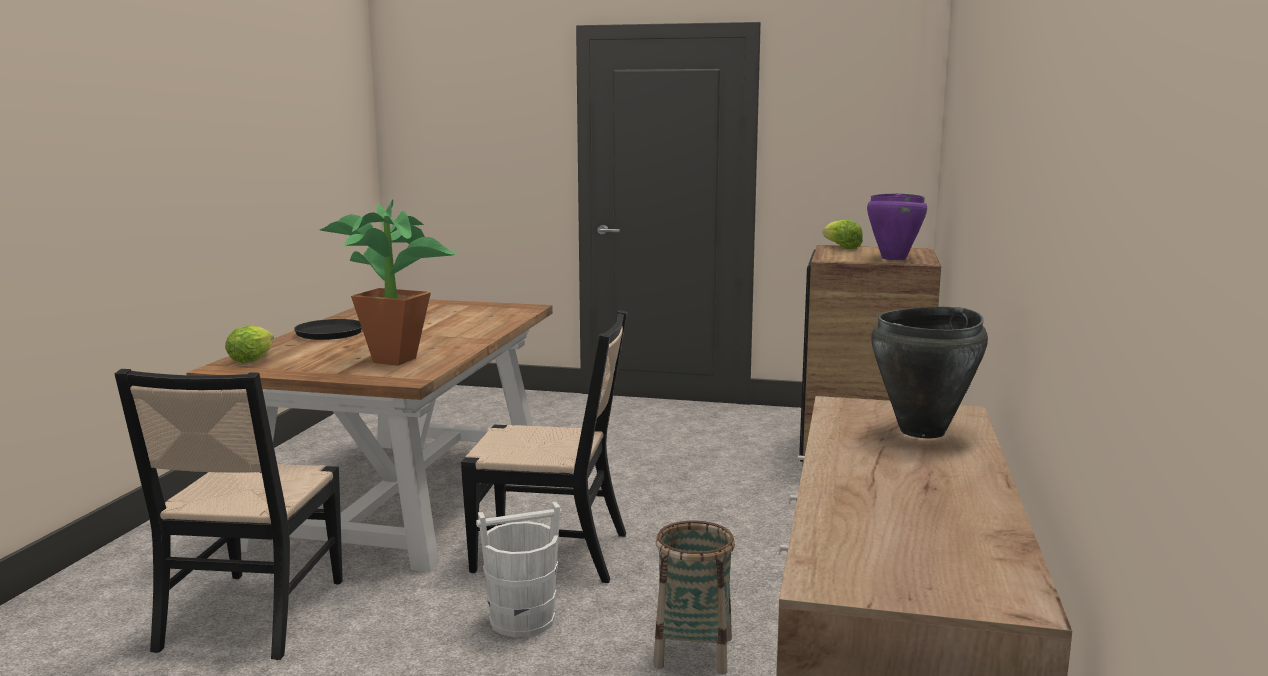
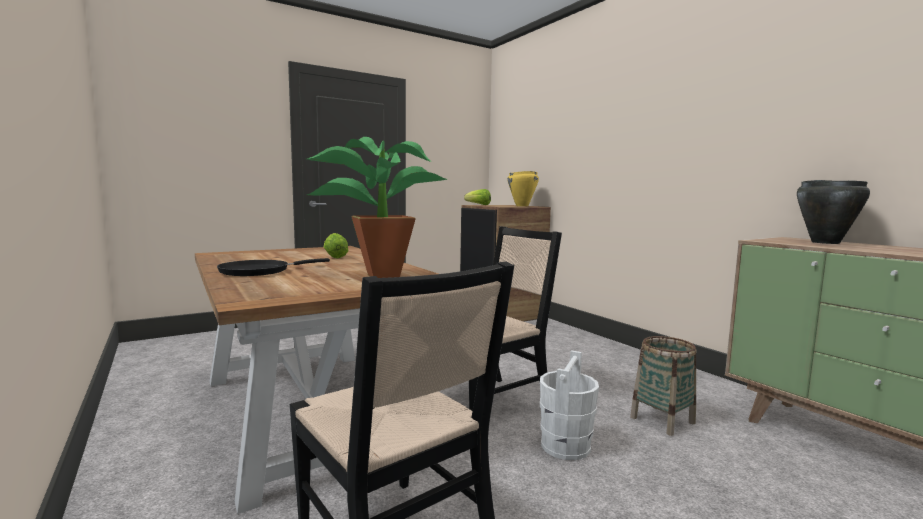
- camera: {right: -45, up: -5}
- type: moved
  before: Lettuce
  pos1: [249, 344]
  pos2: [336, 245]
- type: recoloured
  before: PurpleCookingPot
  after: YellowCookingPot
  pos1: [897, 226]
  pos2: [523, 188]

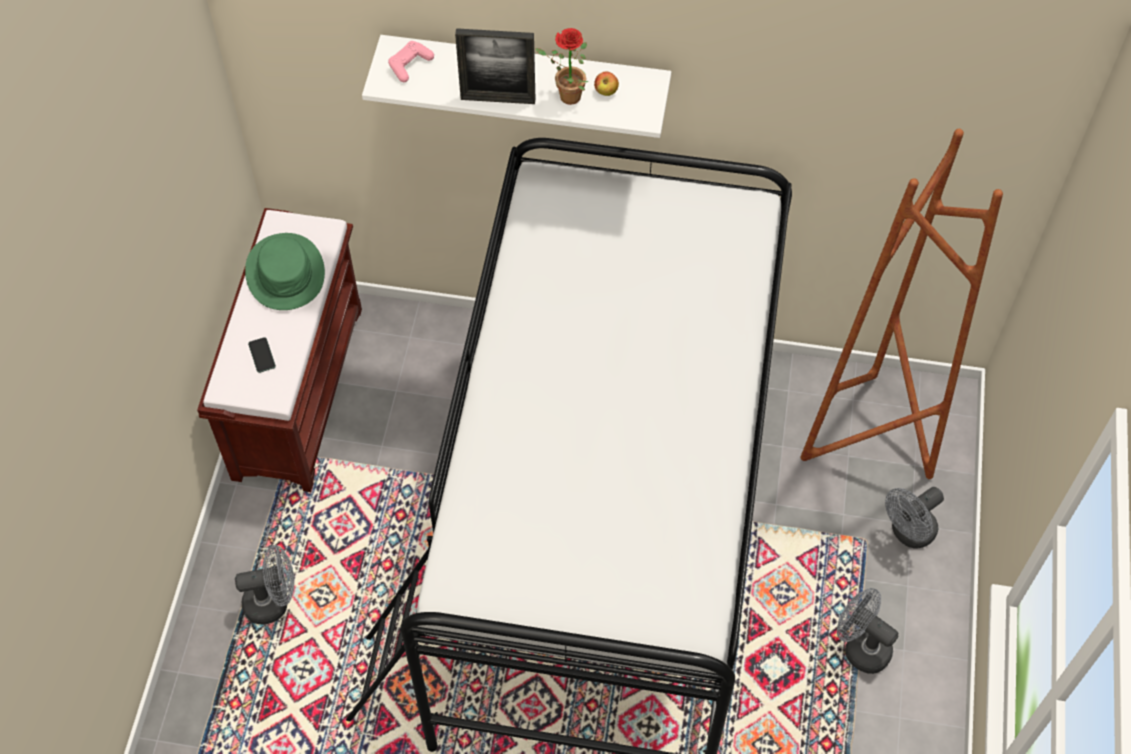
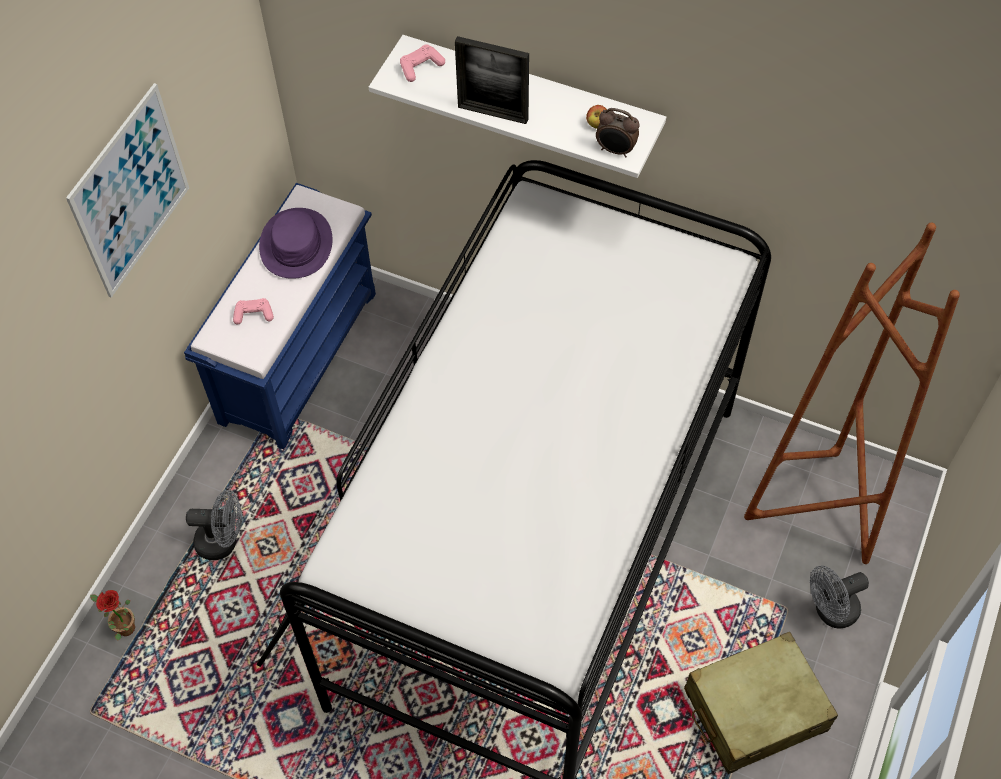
- camera: {right: 15, up: 0}
- type: recoloured
  before: BrownBench
  after: BlueBench
  pos1: [279, 350]
  pos2: [280, 316]
- type: recoloured
  before: GreenHat
  after: PurpleHat
  pos1: [285, 271]
  pos2: [296, 243]
- type: replaced
  before: Phone
  after: PinkGameController
  pos1: [262, 355]
  pos2: [253, 311]
- type: moved
  before: PottedPlant
  pos1: [562, 66]
  pos2: [112, 615]
- type: replaced
  before: GreyFan
  after: BeigeSuitcase
  pos1: [867, 631]
  pos2: [761, 703]
- type: added
  after: Picture
  pos2: [127, 190]
- type: added
  after: AlarmClock
  pos2: [617, 132]

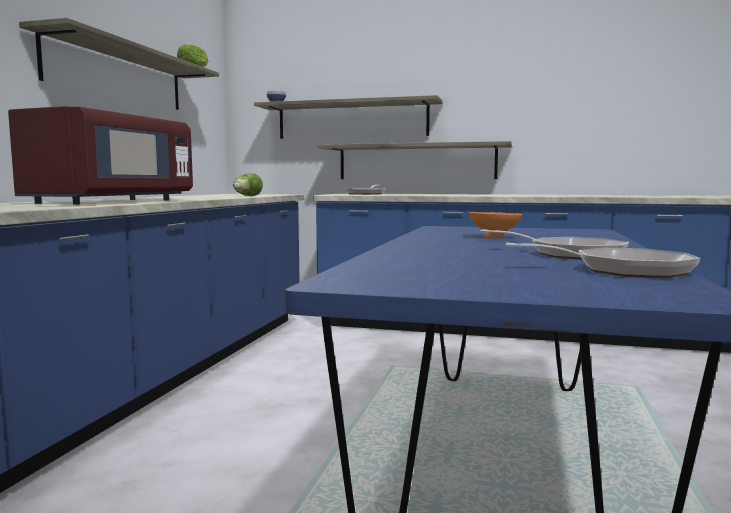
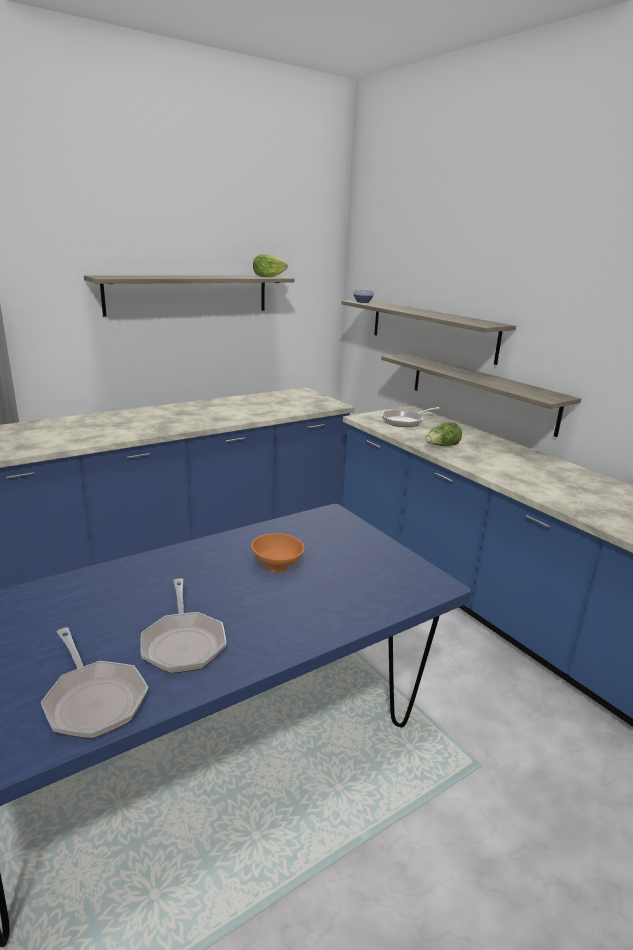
- camera: {right: 40, up: 15}
- type: removed
  before: RedMicrowave
  pos1: [100, 155]
- type: moved
  before: Lettuce
  pos1: [248, 184]
  pos2: [443, 434]

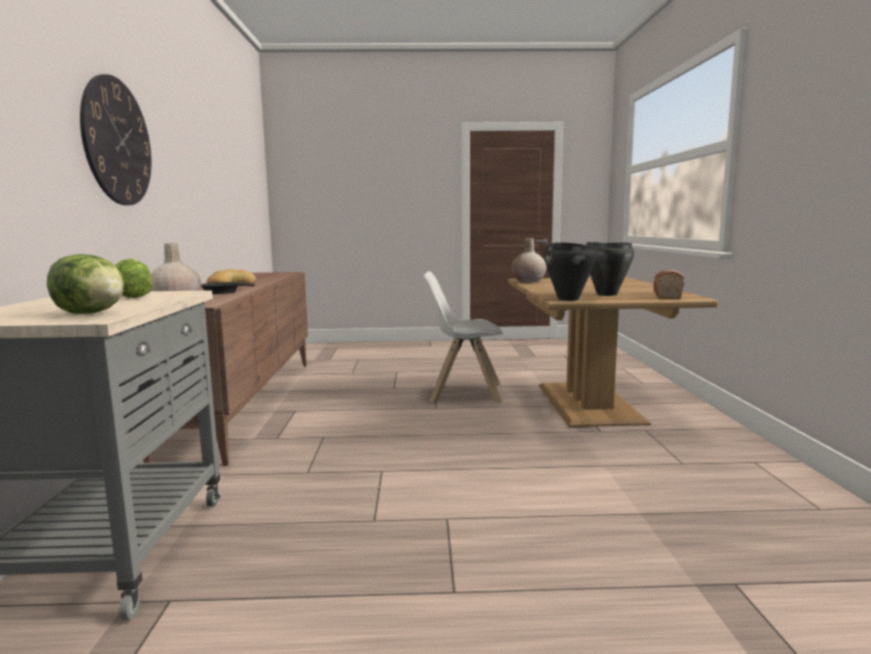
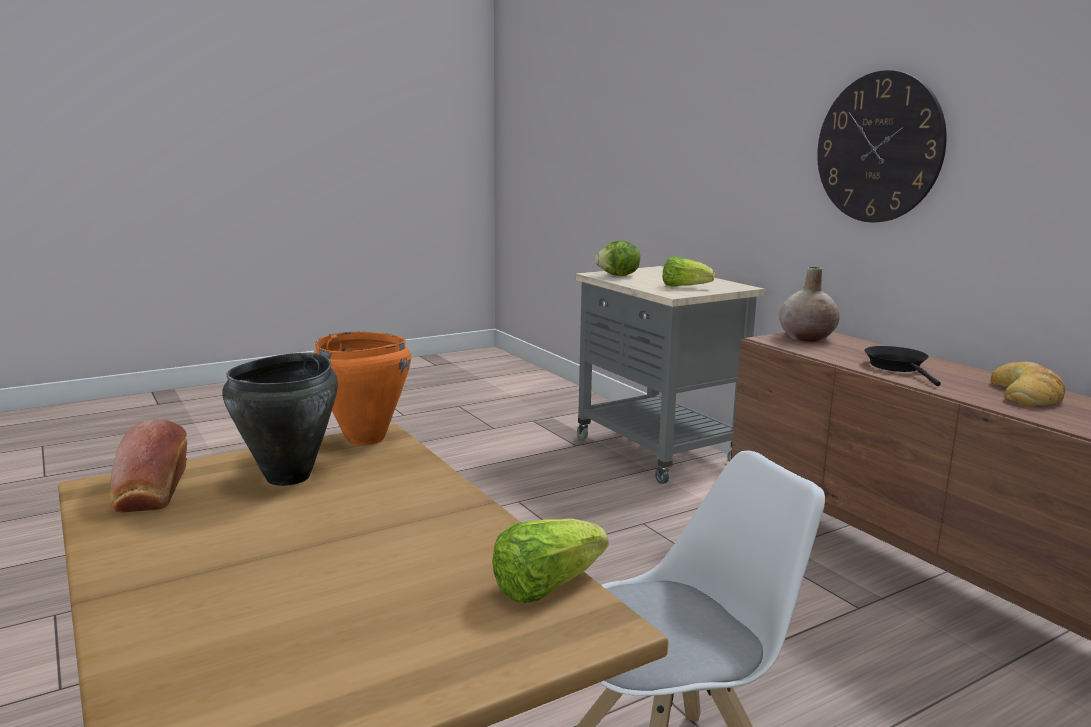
- camera: {right: 150, up: 5}
- type: replaced
  before: BeigeVase
  after: Lettuce
  pos1: [528, 260]
  pos2: [550, 560]
- type: recoloured
  before: BlackCookingPot
  after: OrangeCookingPot
  pos1: [570, 271]
  pos2: [362, 388]

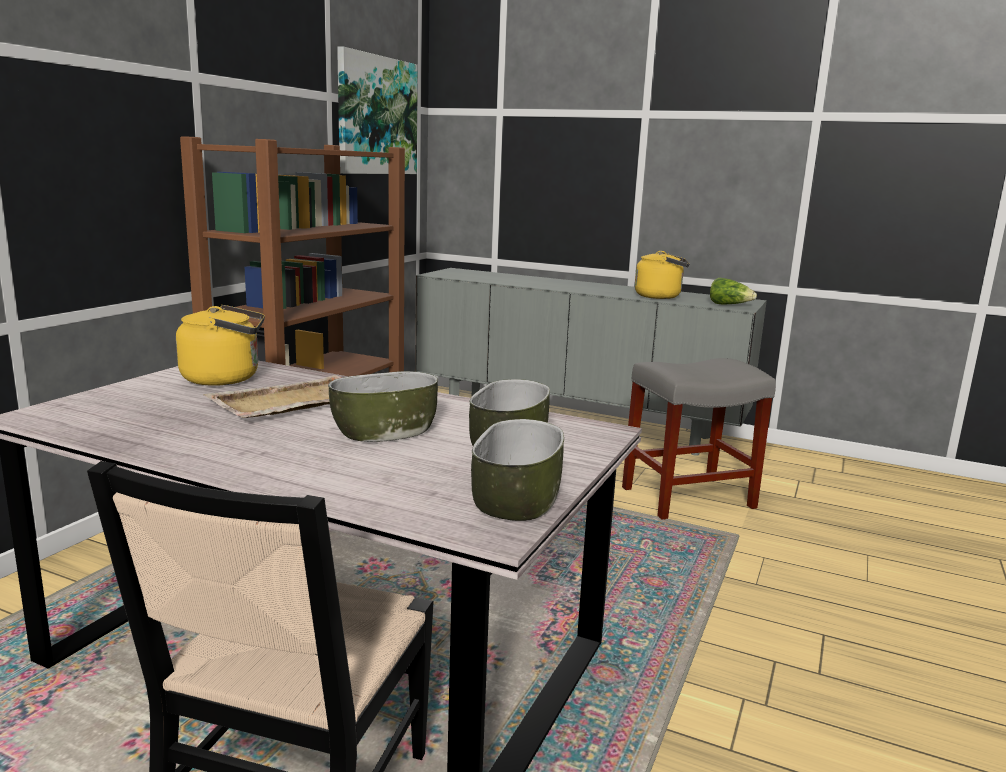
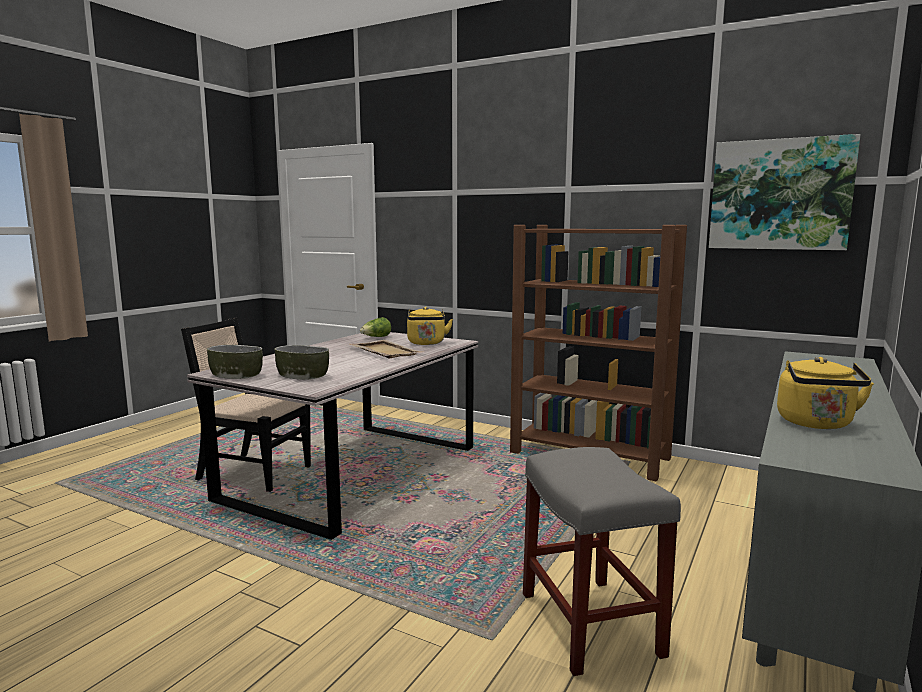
- camera: {right: 95, up: -5}
- type: removed
  before: Bowl
  pos1: [383, 406]
- type: moved
  before: Lettuce
  pos1: [733, 291]
  pos2: [375, 327]

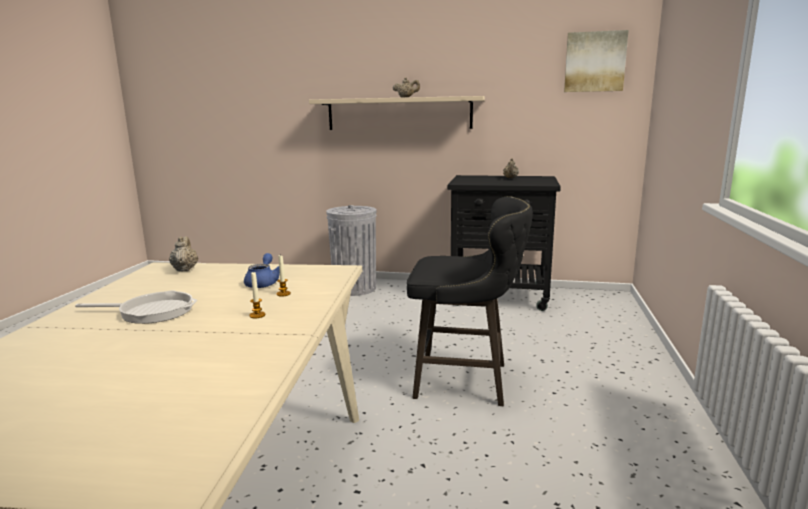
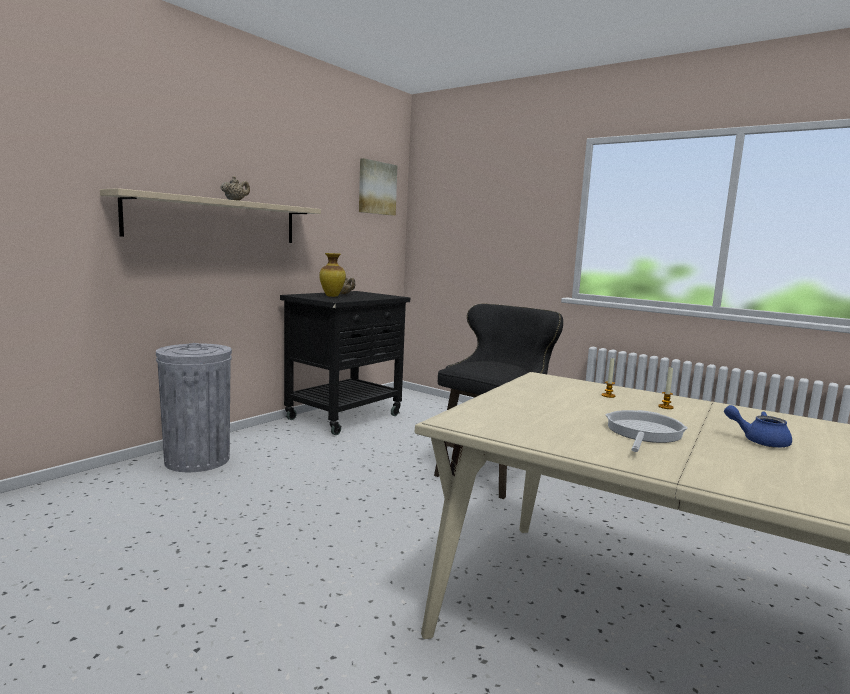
- camera: {right: -65, up: -5}
- type: removed
  before: BeigeTeapot
  pos1: [183, 254]
- type: moved
  before: BlueTeapot
  pos1: [262, 270]
  pos2: [758, 426]
- type: added
  after: Vase
  pos2: [332, 275]

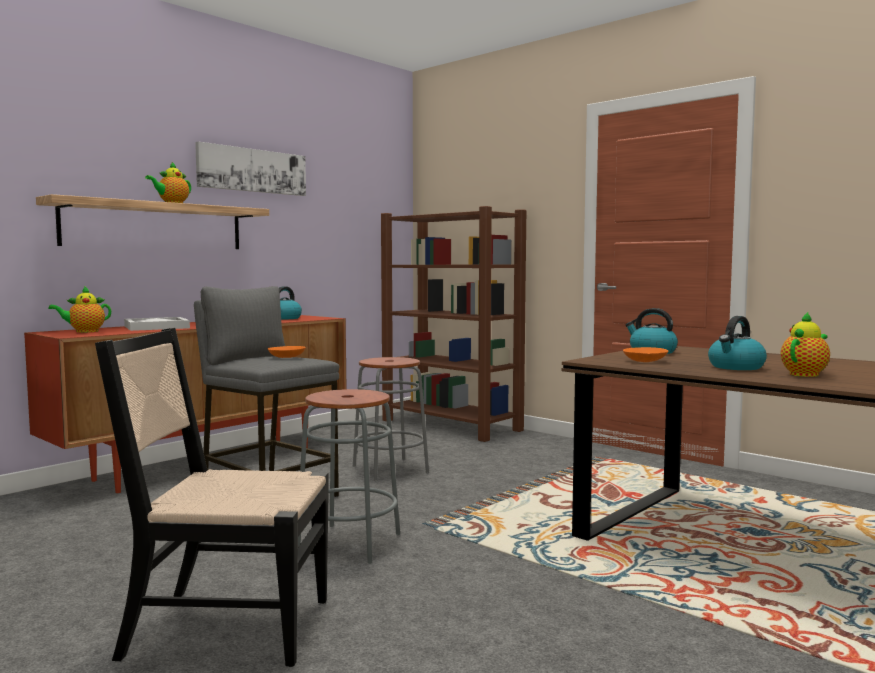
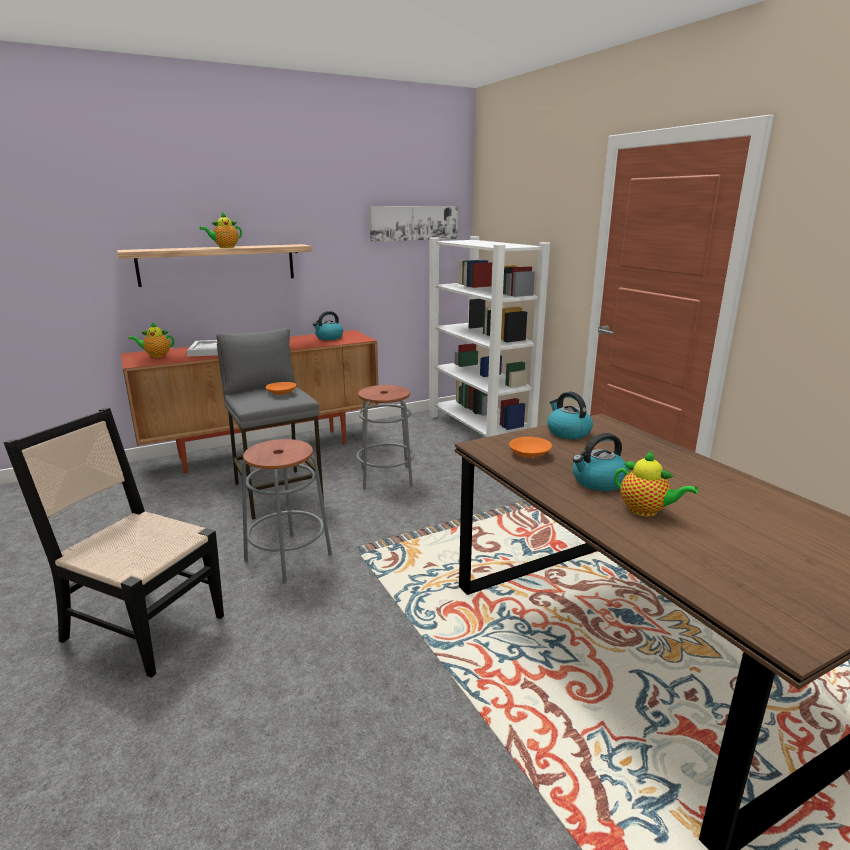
- camera: {right: 20, up: 15}
- type: moved
  before: Picture
  pos1: [250, 168]
  pos2: [413, 224]
- type: recoloured
  before: BrownBookcase
  after: WhiteBookcase
  pos1: [453, 324]
  pos2: [489, 336]
- type: turned
  before: Teapot
  pos1: [805, 344]
  pos2: [656, 484]
  turn: 60

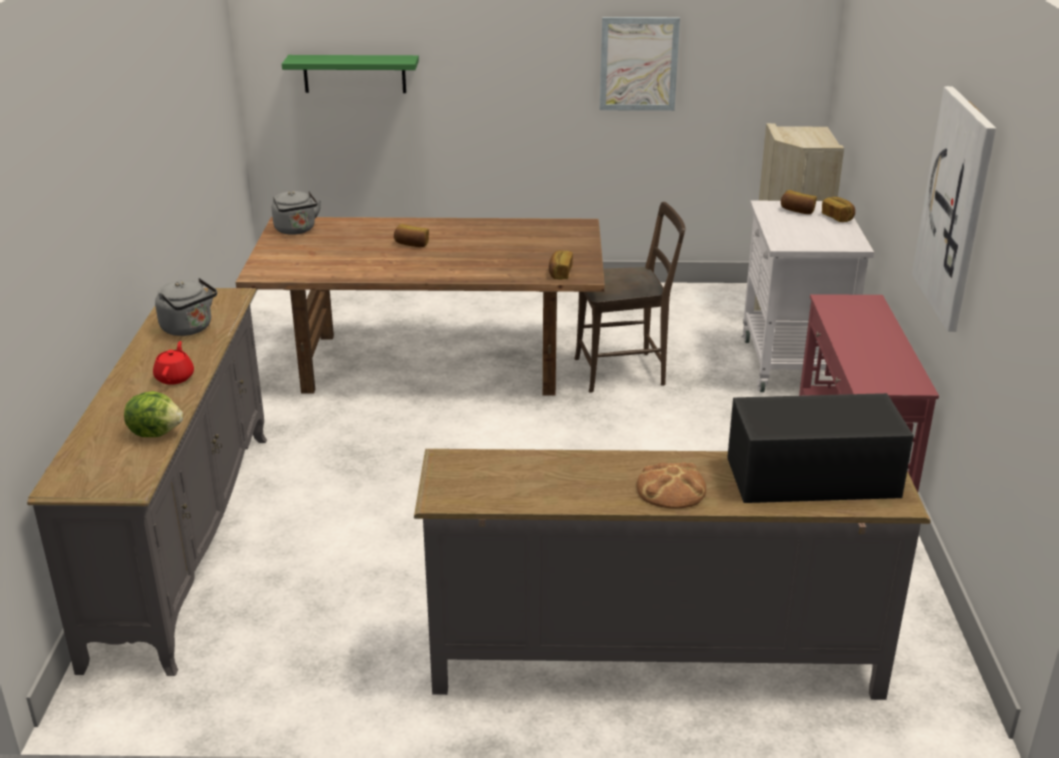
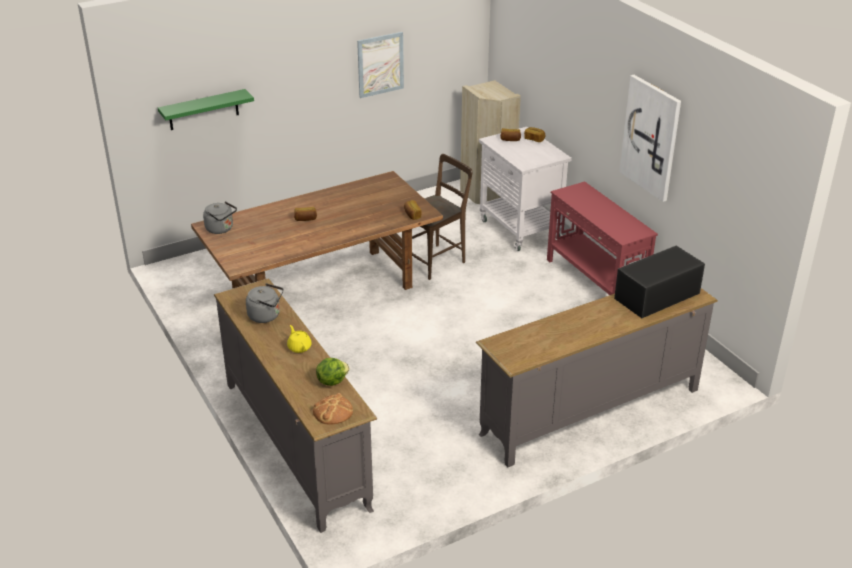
- camera: {right: -30, up: 5}
- type: recoloured
  before: RedTeapot
  after: YellowTeapot
  pos1: [173, 363]
  pos2: [299, 339]
- type: moved
  before: Bread
  pos1: [671, 485]
  pos2: [333, 409]

